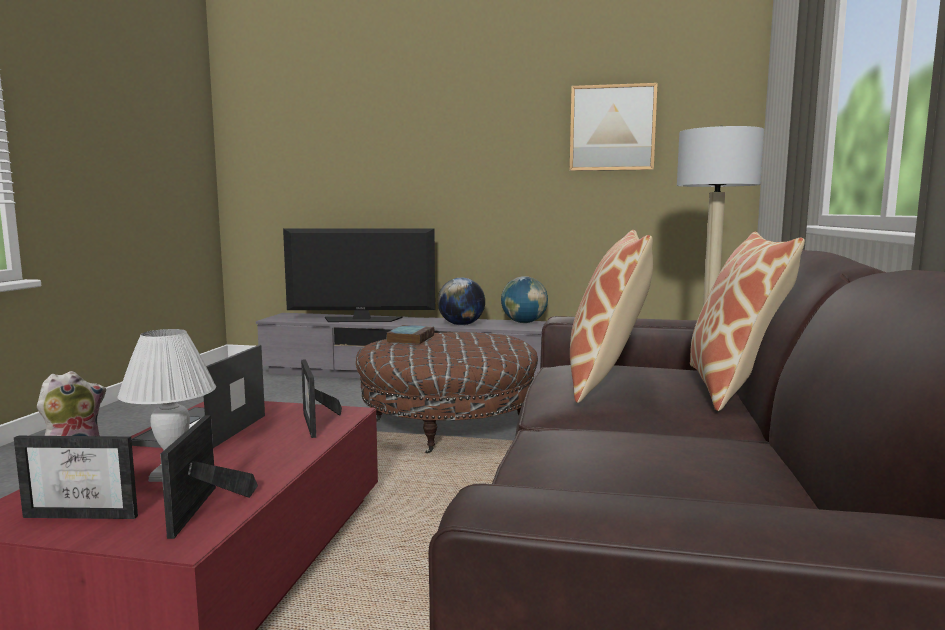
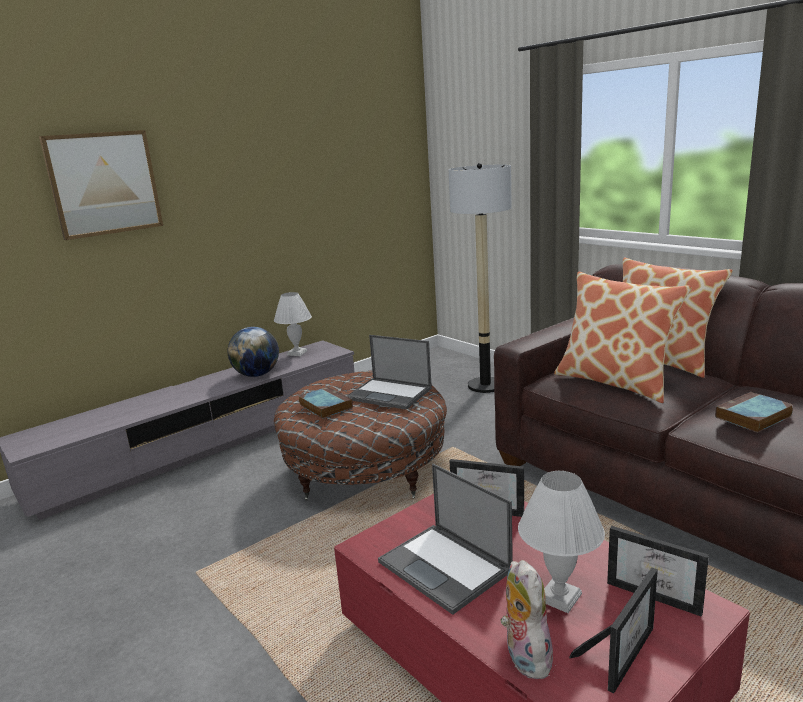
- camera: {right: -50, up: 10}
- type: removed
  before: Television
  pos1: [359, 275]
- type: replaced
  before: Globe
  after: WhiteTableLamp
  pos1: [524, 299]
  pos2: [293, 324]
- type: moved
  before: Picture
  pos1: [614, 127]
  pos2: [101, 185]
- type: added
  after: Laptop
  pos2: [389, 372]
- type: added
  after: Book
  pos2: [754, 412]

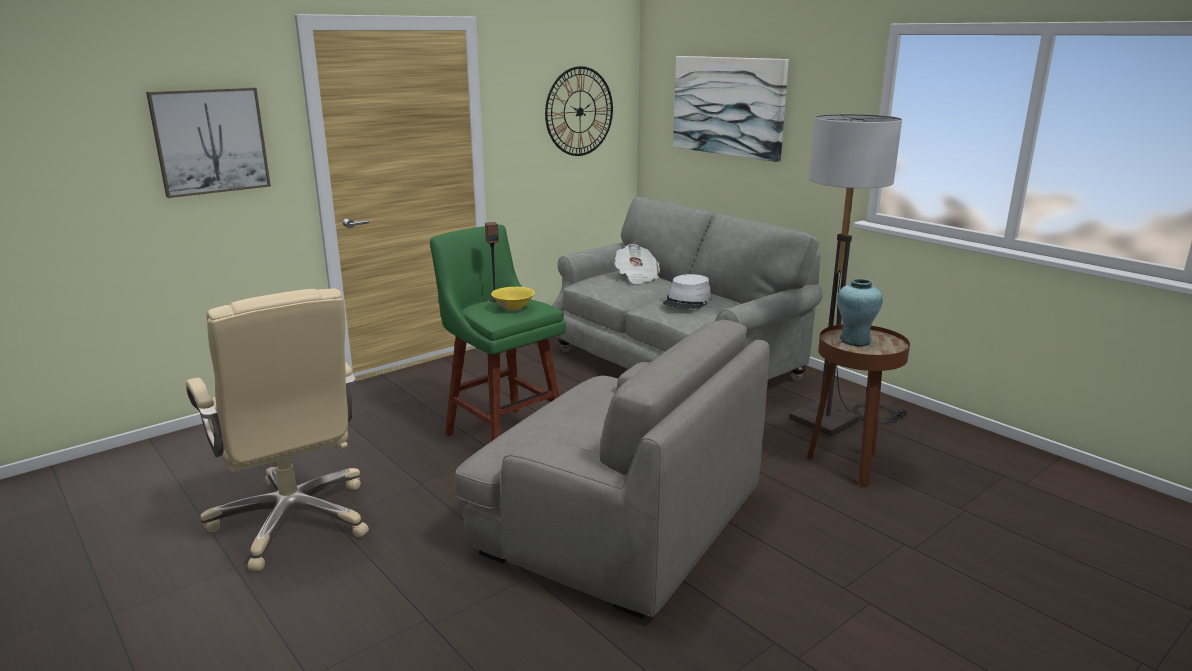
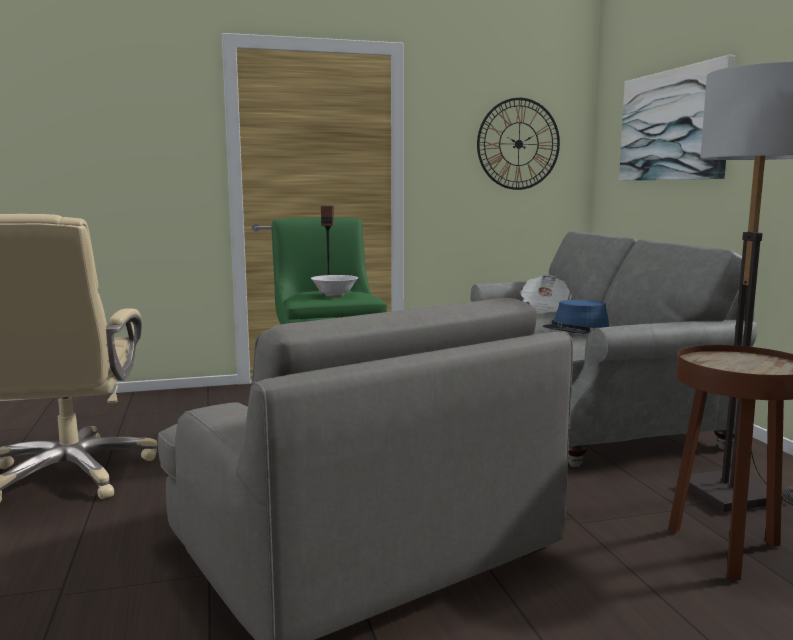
- camera: {right: 25, up: -10}
- type: removed
  before: Picture
  pos1: [208, 143]
- type: recoloured
  before: YellowBowl
  after: WhiteBowl
  pos1: [513, 299]
  pos2: [334, 286]
- type: recoloured
  before: GreyHat
  after: BlueHat
  pos1: [687, 291]
  pos2: [576, 317]
- type: removed
  before: TurquoiseVase
  pos1: [860, 312]

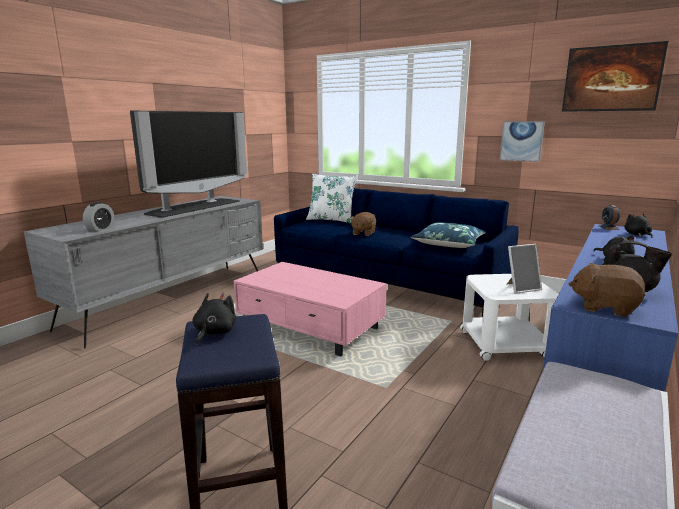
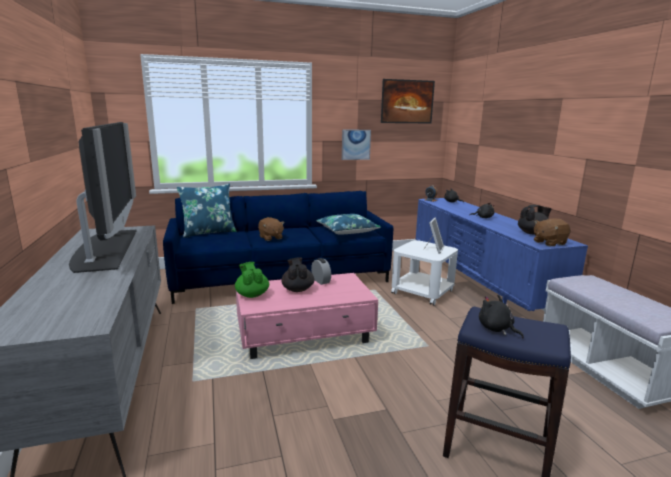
- camera: {right: -50, up: 0}
- type: moved
  before: AlarmClock
  pos1: [98, 217]
  pos2: [321, 271]
- type: recoloured
  before: WhitePillow
  after: BluePillow
  pos1: [332, 198]
  pos2: [207, 211]
- type: added
  after: GreenTeapot
  pos2: [252, 280]
- type: added
  after: BlackTeapot
  pos2: [297, 274]

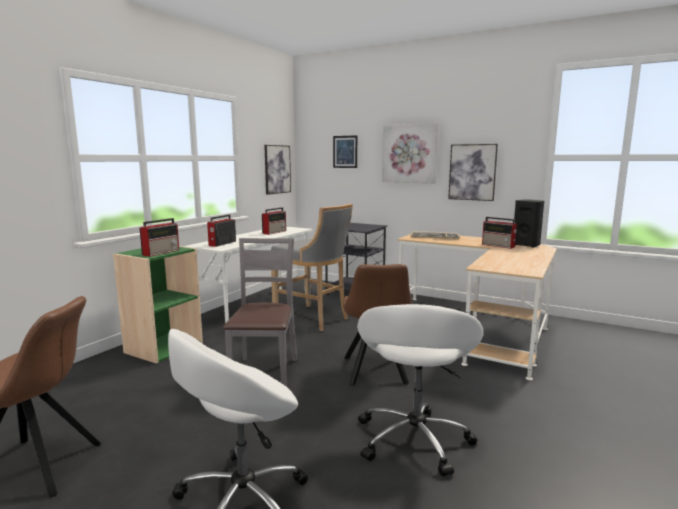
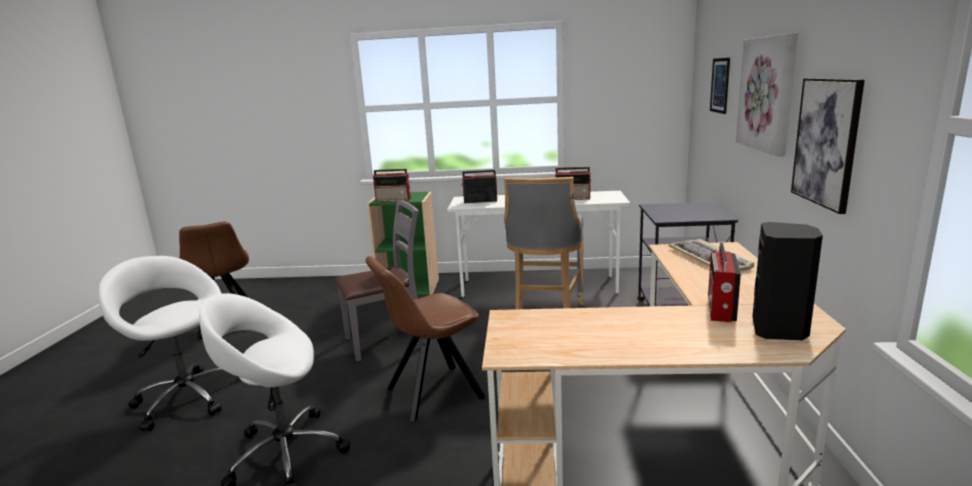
- camera: {right: 65, up: 5}
- type: removed
  before: Picture
  pos1: [277, 170]

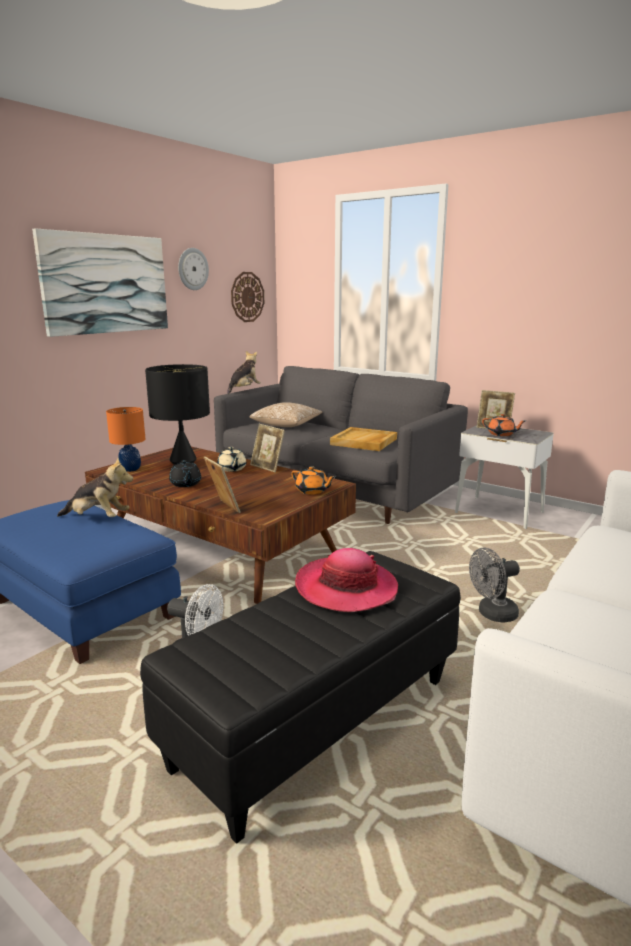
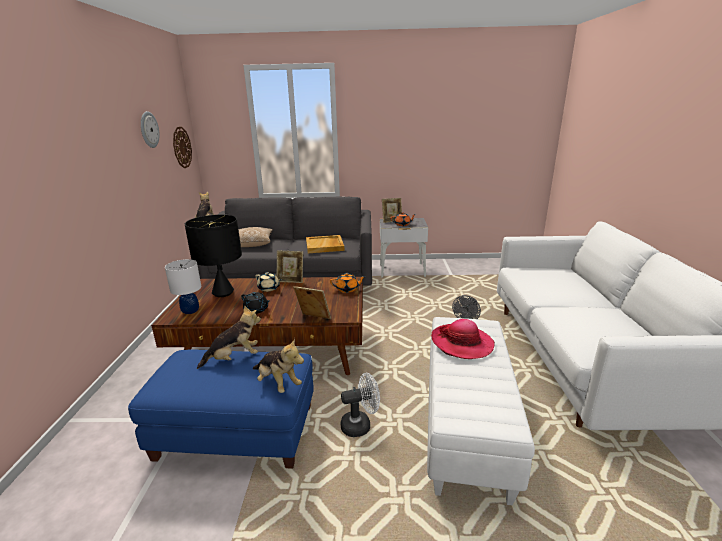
- camera: {right: -35, up: 5}
- type: removed
  before: Picture
  pos1: [100, 282]
- type: recoloured
  before: OrangeTableLamp
  after: WhiteTableLamp
  pos1: [125, 439]
  pos2: [183, 286]
- type: recoloured
  before: BlackOttoman
  after: WhiteOttoman
  pos1: [300, 697]
  pos2: [481, 411]
- type: added
  after: PlushToy
  pos2: [278, 365]

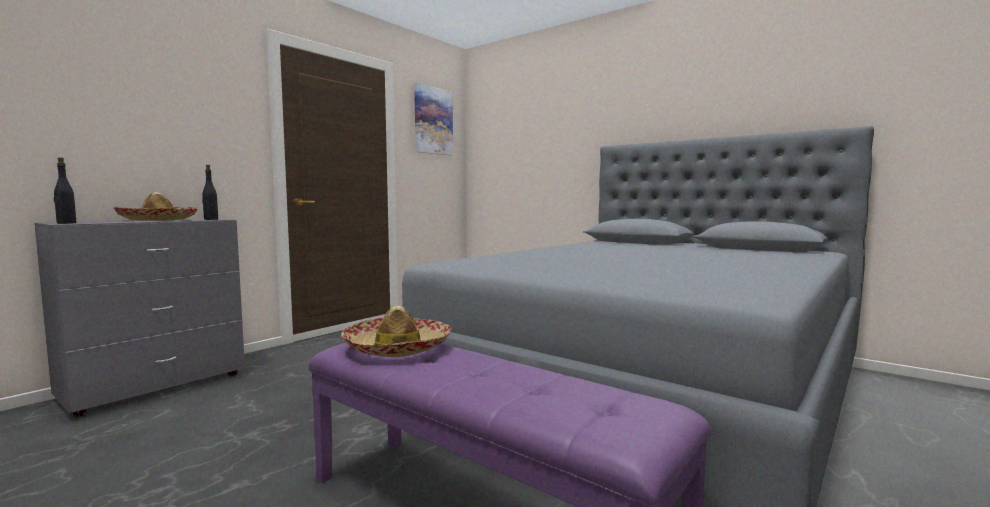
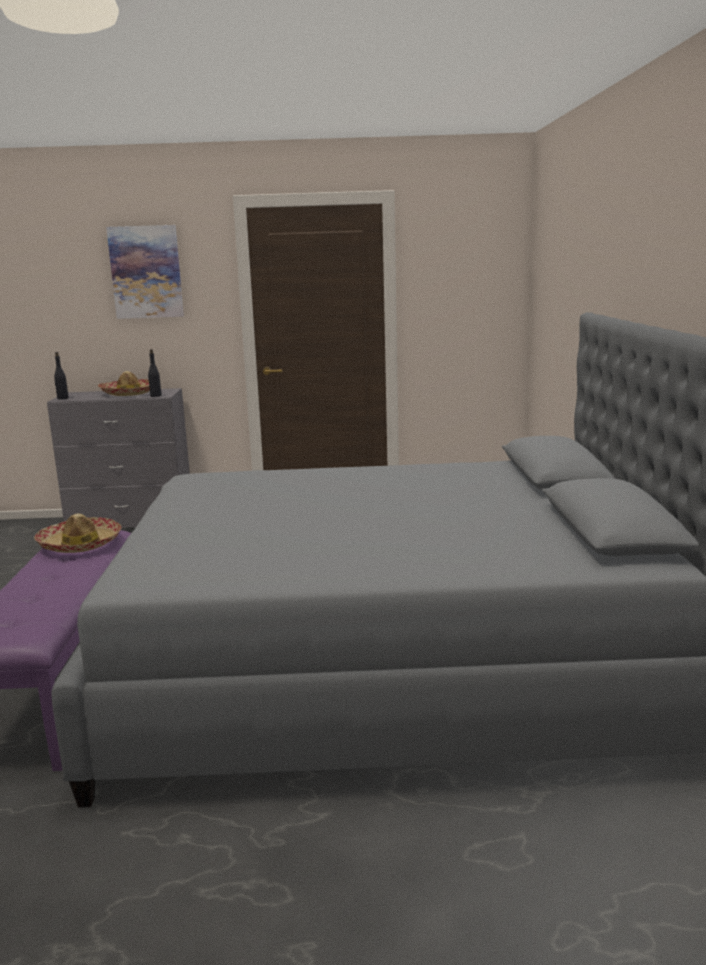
- camera: {right: 50, up: 10}
- type: moved
  before: Picture
  pos1: [433, 119]
  pos2: [145, 272]

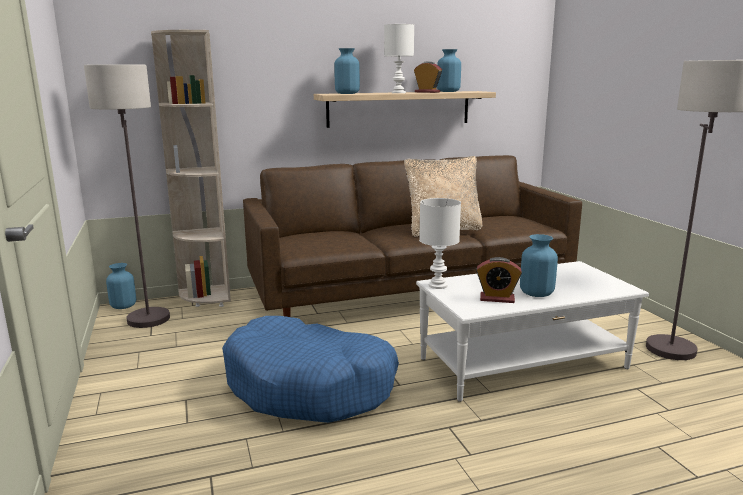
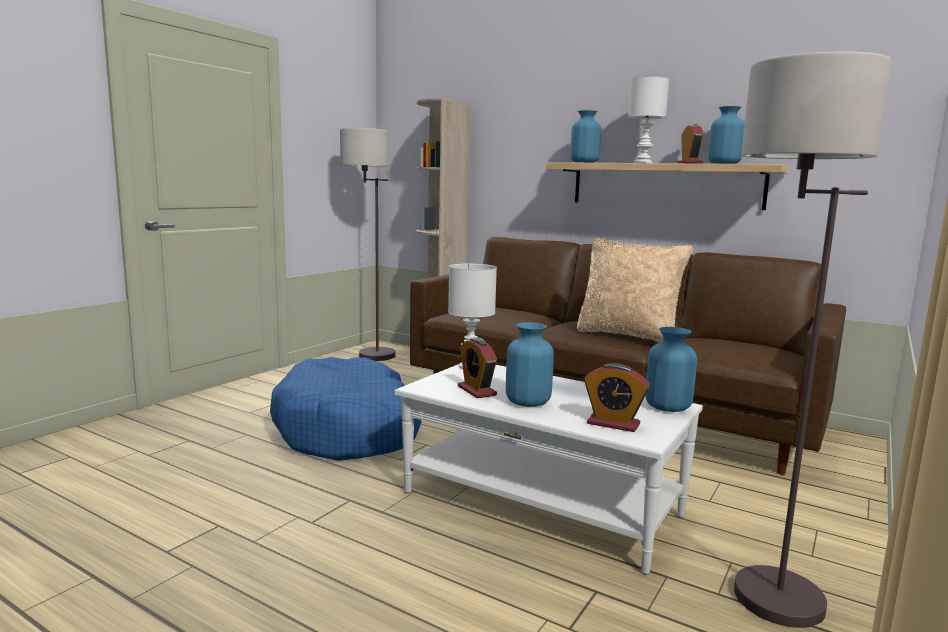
- camera: {right: 50, up: -5}
- type: moved
  before: BlueVase
  pos1: [121, 286]
  pos2: [671, 369]
- type: added
  after: AlarmClock
  pos2: [617, 397]

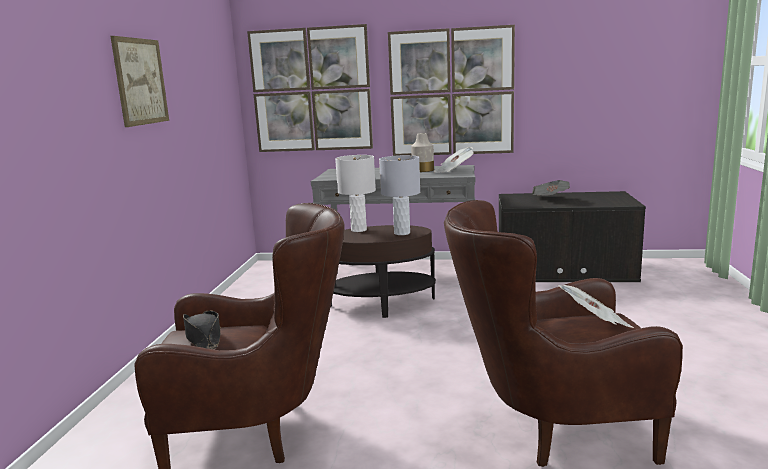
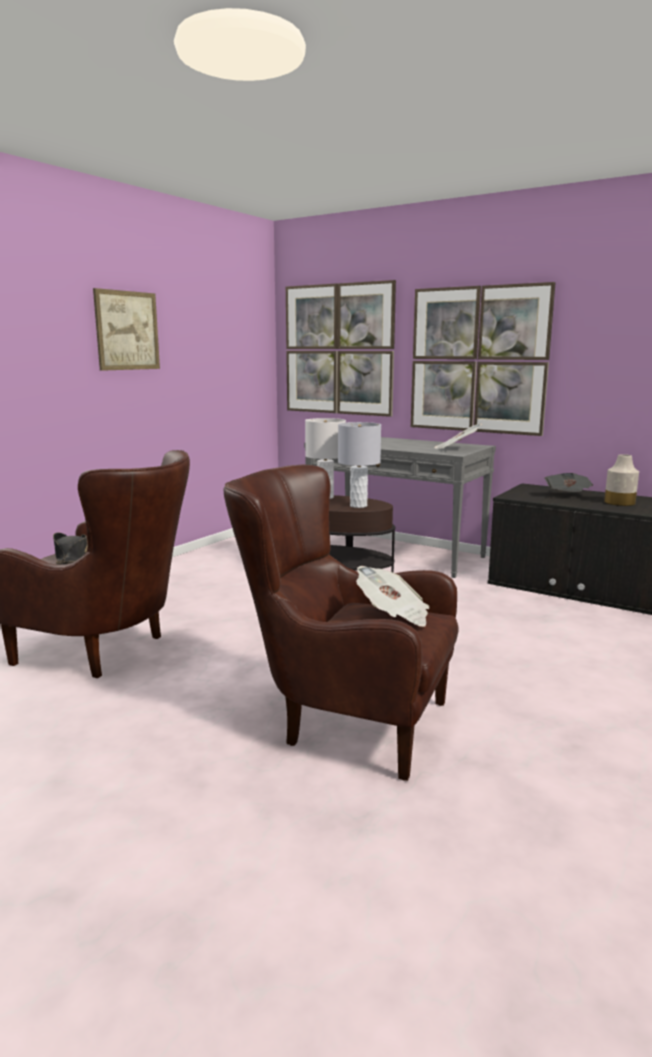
- camera: {right: 25, up: 0}
- type: moved
  before: BeigeVase
  pos1: [422, 152]
  pos2: [621, 480]

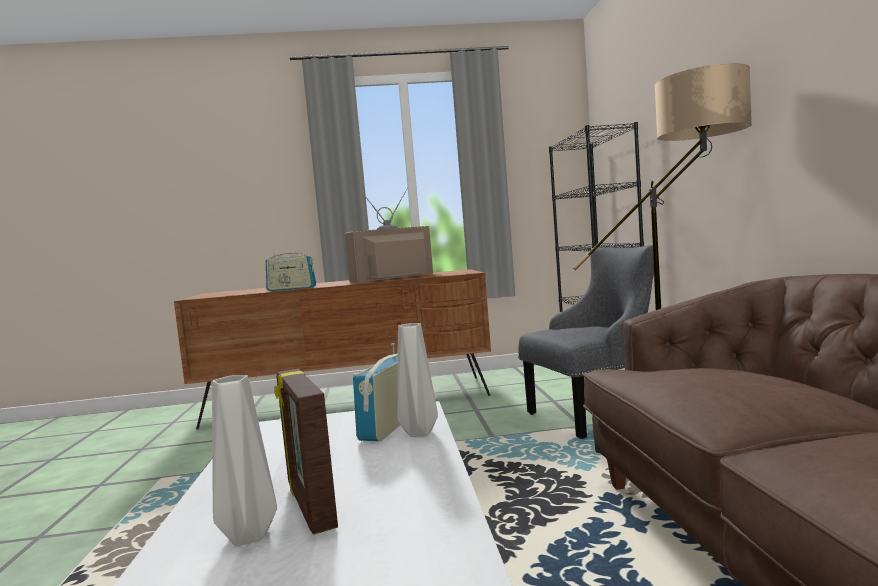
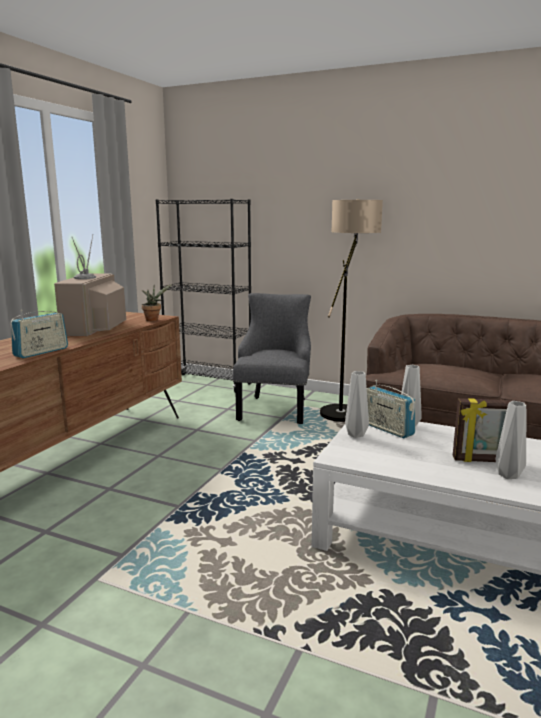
- camera: {right: -60, up: 10}
- type: added
  after: PottedPlant
  pos2: [157, 302]
- type: added
  after: GreyVase
  pos2: [357, 404]

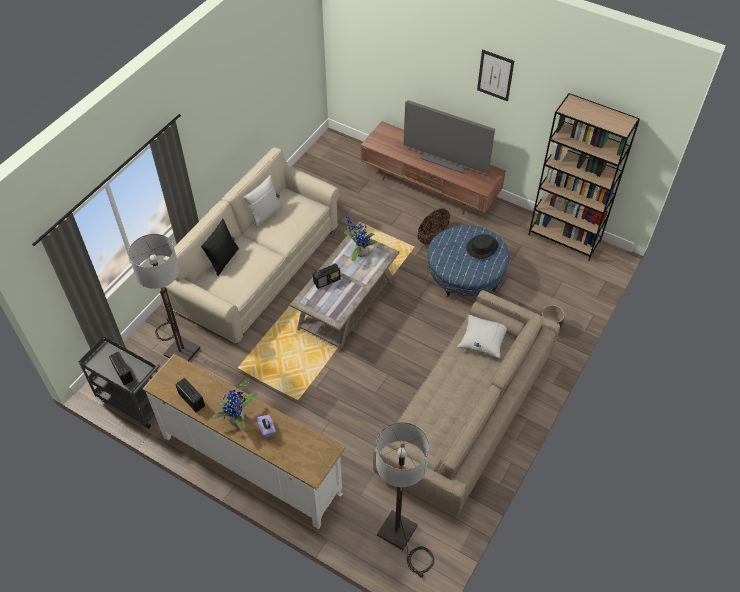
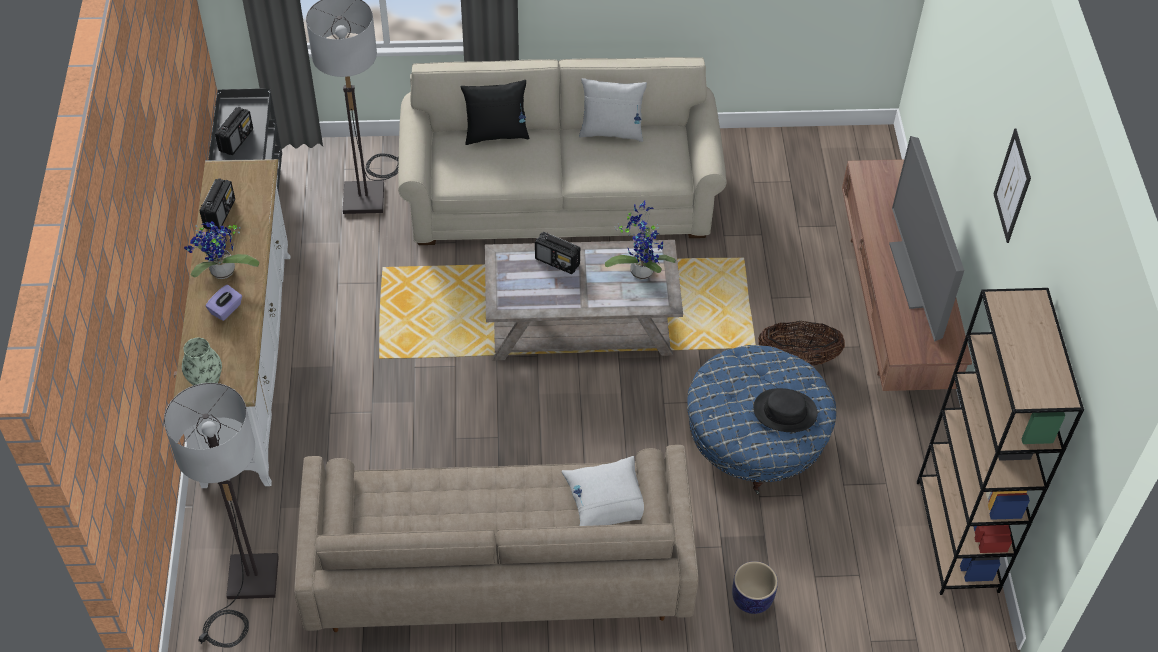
- camera: {right: 55, up: 0}
- type: added
  after: Vase
  pos2: [202, 362]

